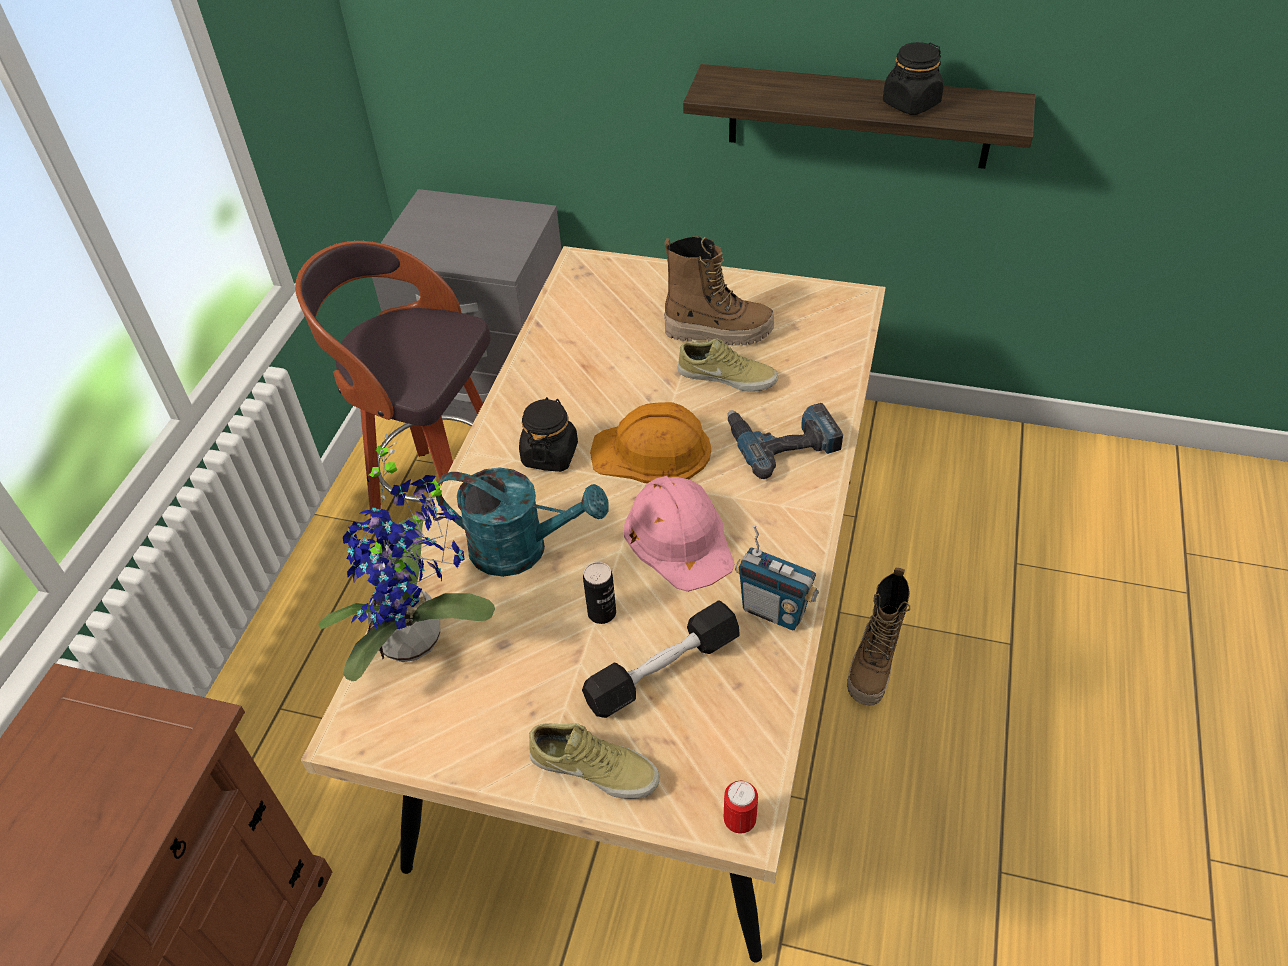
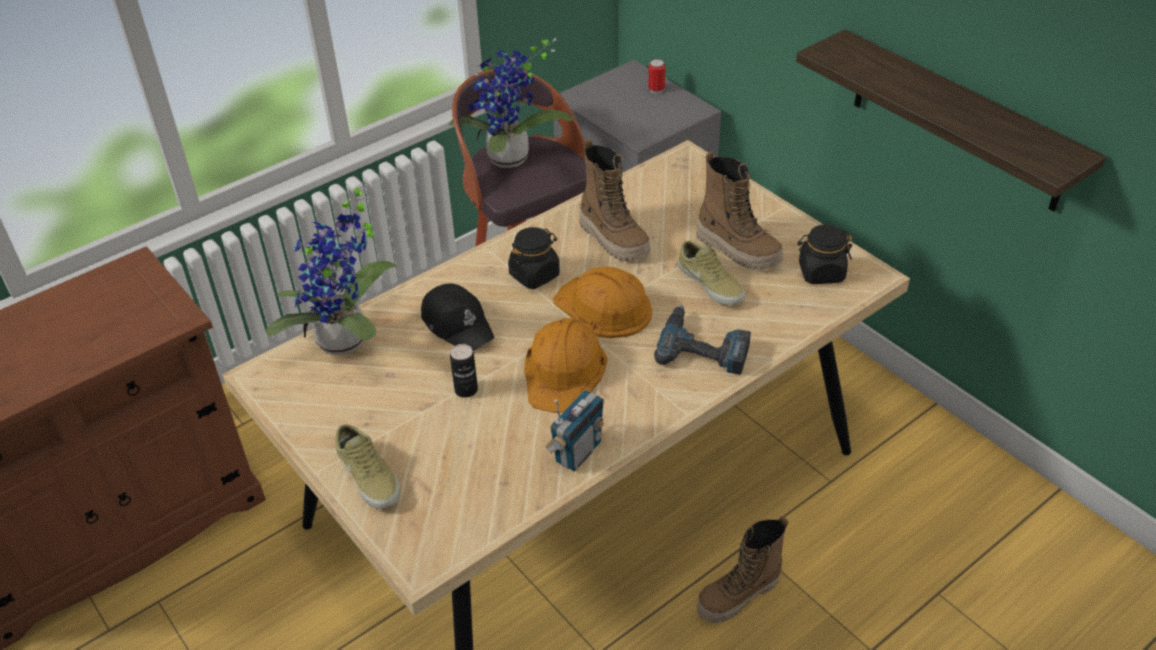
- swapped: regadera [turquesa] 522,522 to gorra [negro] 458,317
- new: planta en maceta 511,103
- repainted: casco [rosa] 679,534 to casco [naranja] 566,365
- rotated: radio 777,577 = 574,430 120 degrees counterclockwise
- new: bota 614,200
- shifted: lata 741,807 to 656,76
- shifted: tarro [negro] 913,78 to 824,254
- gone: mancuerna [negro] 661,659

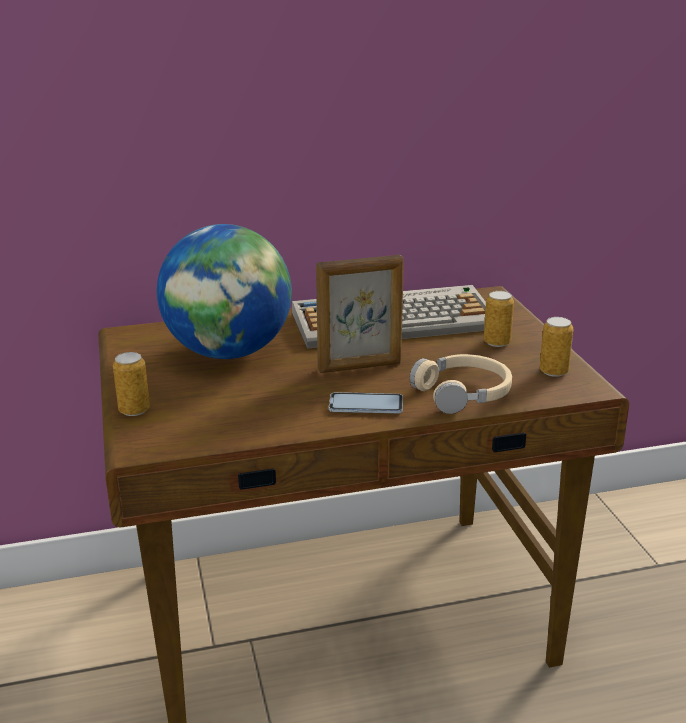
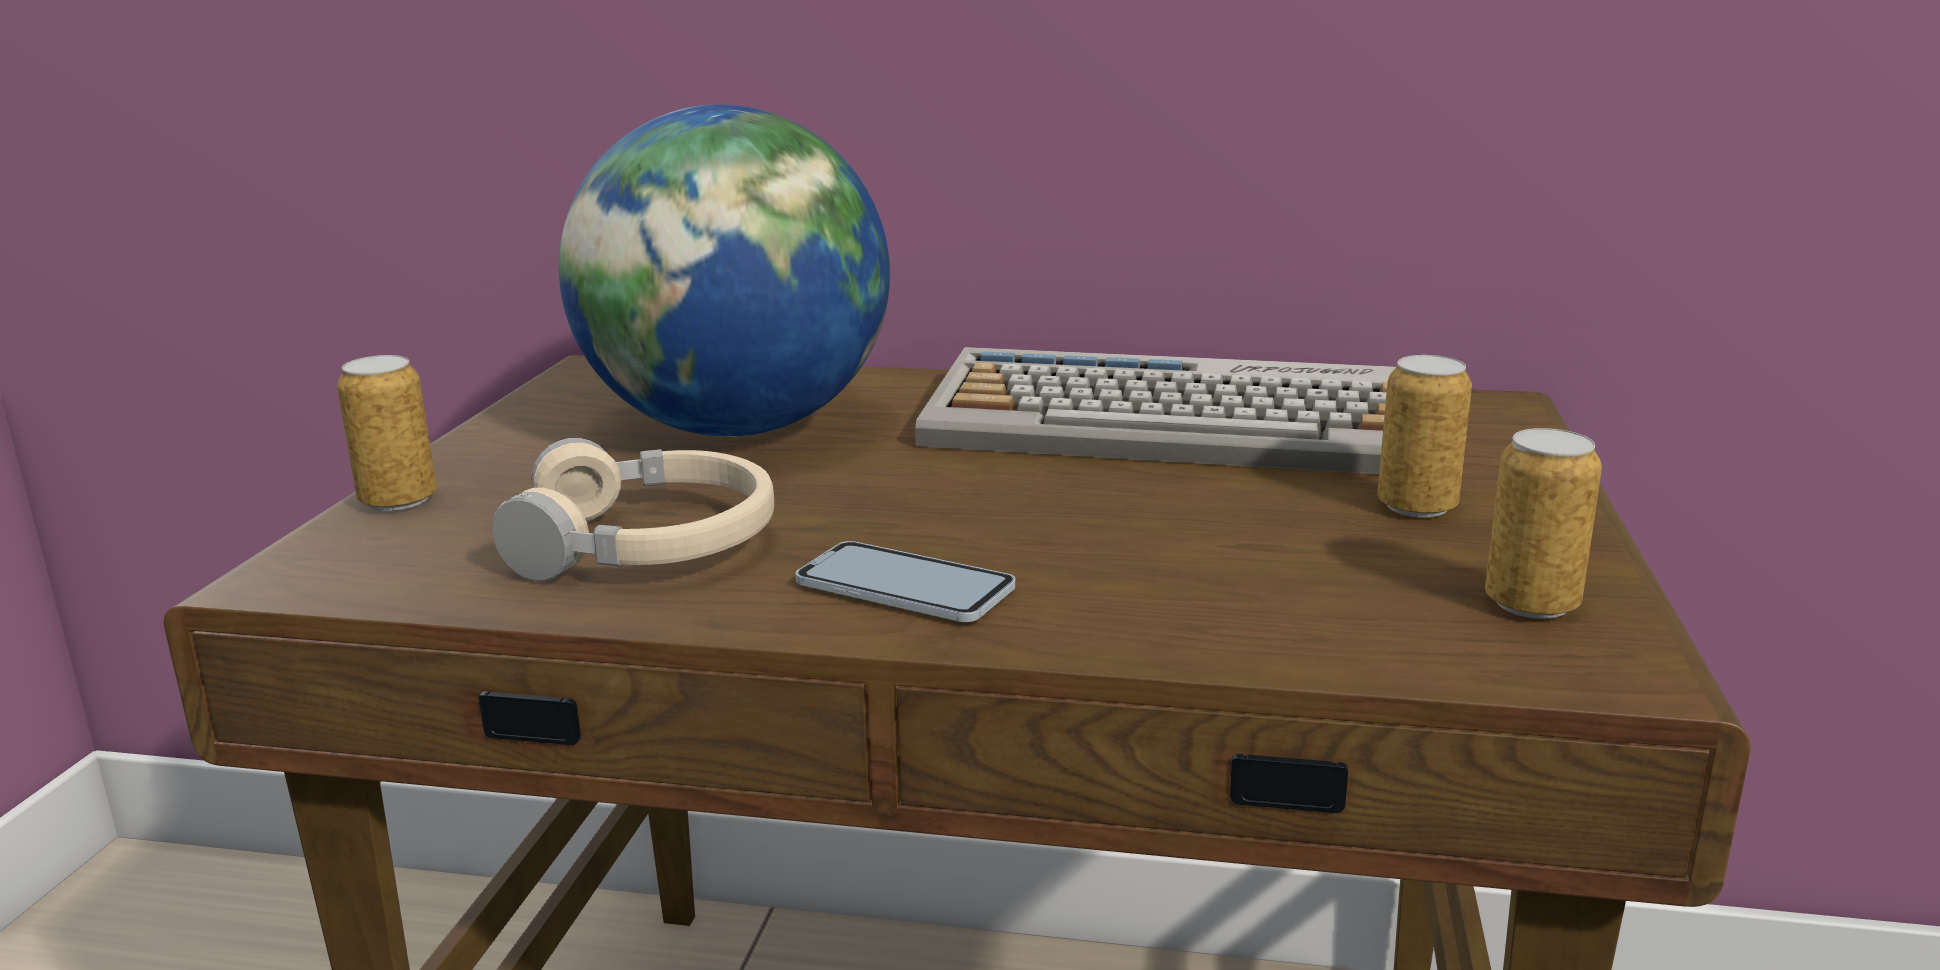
- shifted: auriculares [beis] 461,384 to 633,509
- gone: portarretratos 360,314

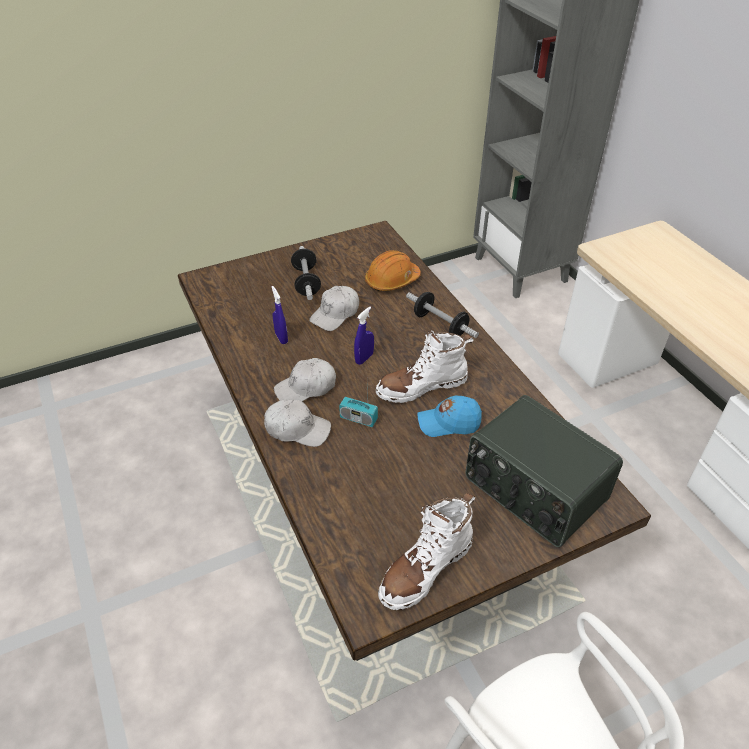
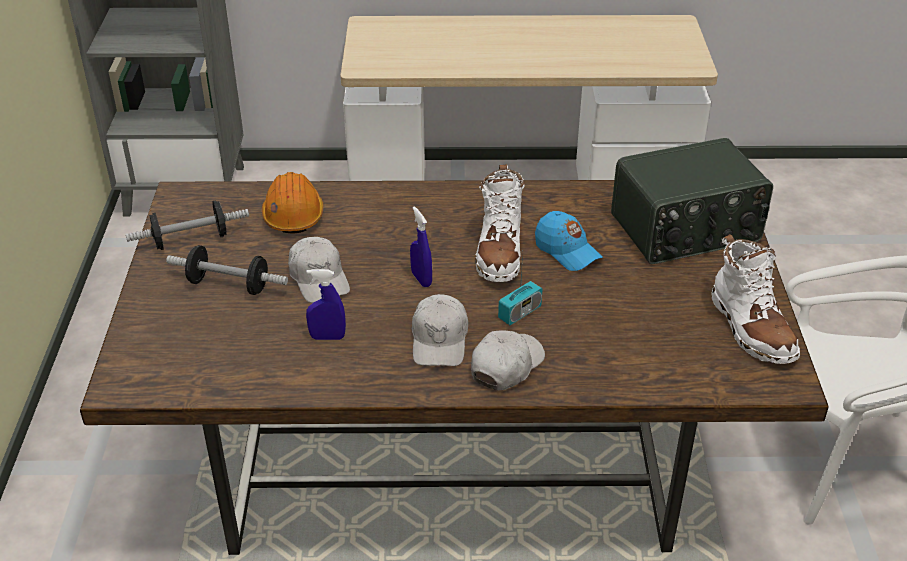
- shifted: mancuerna 442,315 to 187,225
- rotated: gorra [azul] 449,416 = 569,241 60 degrees counterclockwise

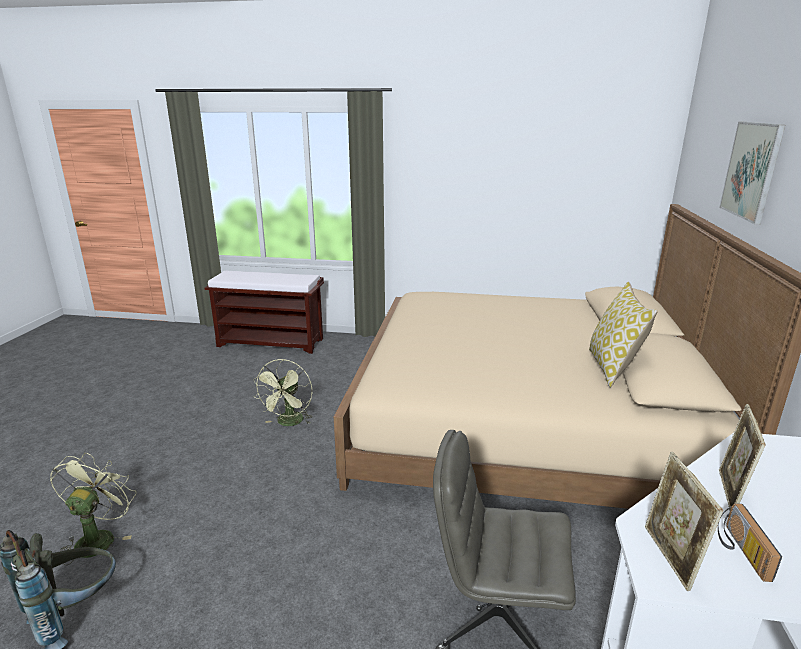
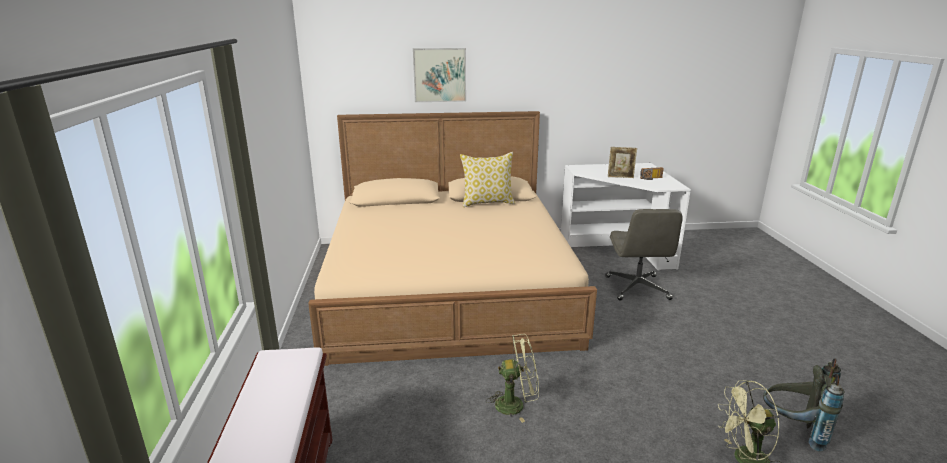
- gone: portarretratos 684,521

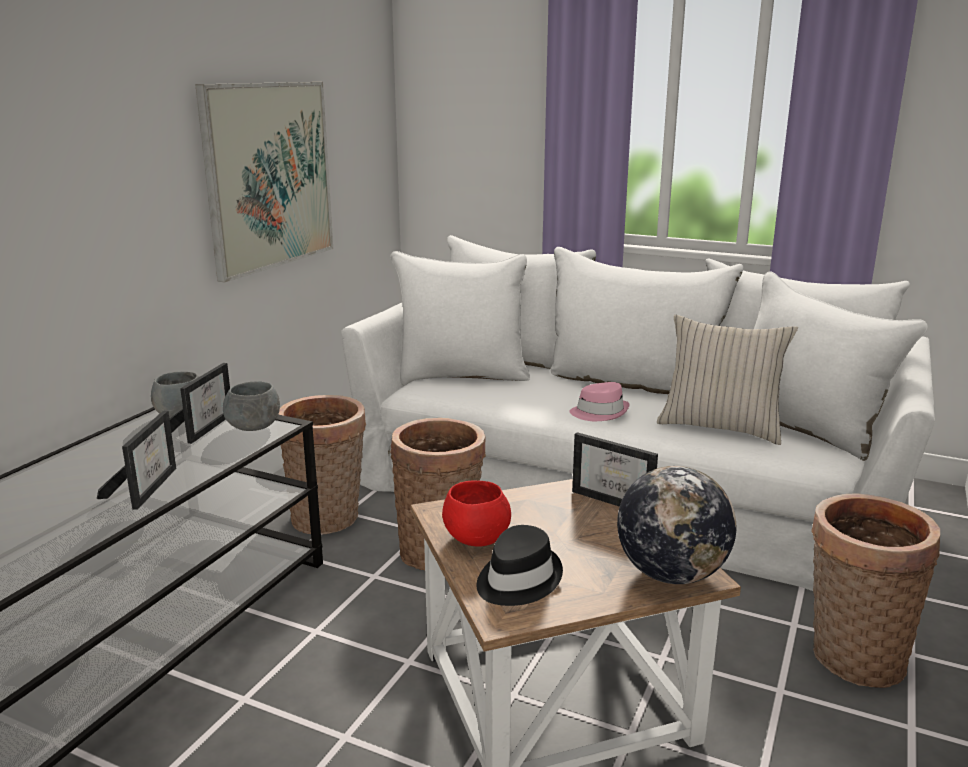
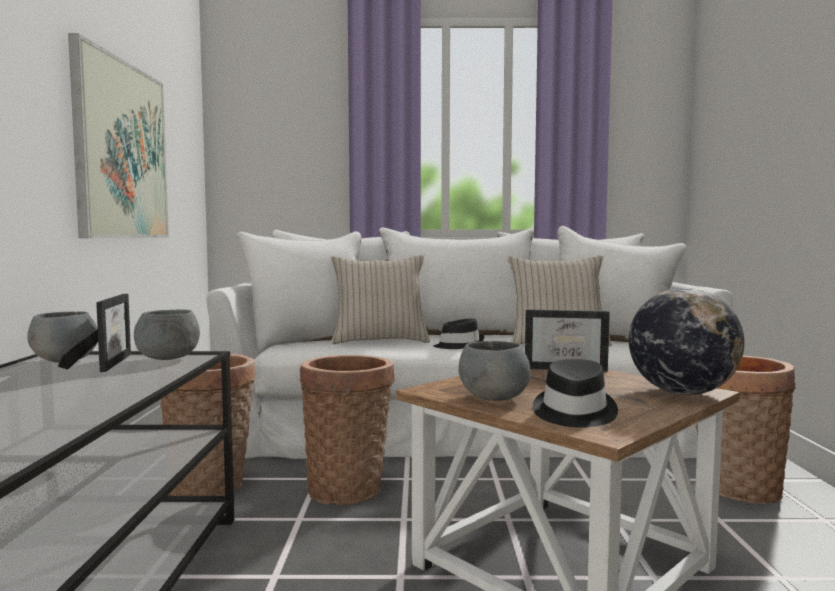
- new: cojín [beis] 380,299
- repainted: sombrero [rosa] 599,401 to sombrero [negro] 459,334
- repainted: cuenco [rojo] 476,513 to cuenco [gris] 495,371
- gone: portarretratos 136,460

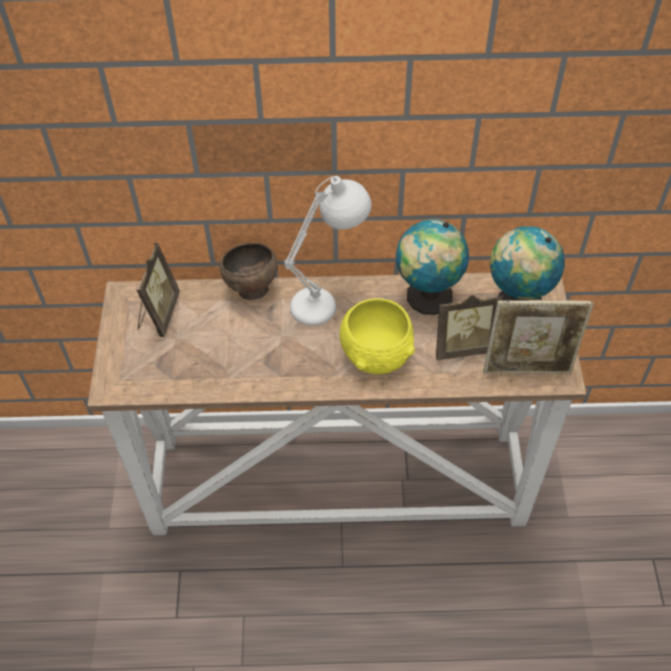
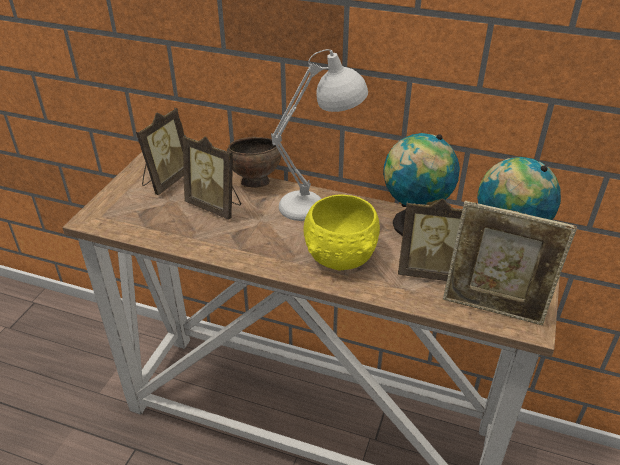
- new: portarretratos 212,177

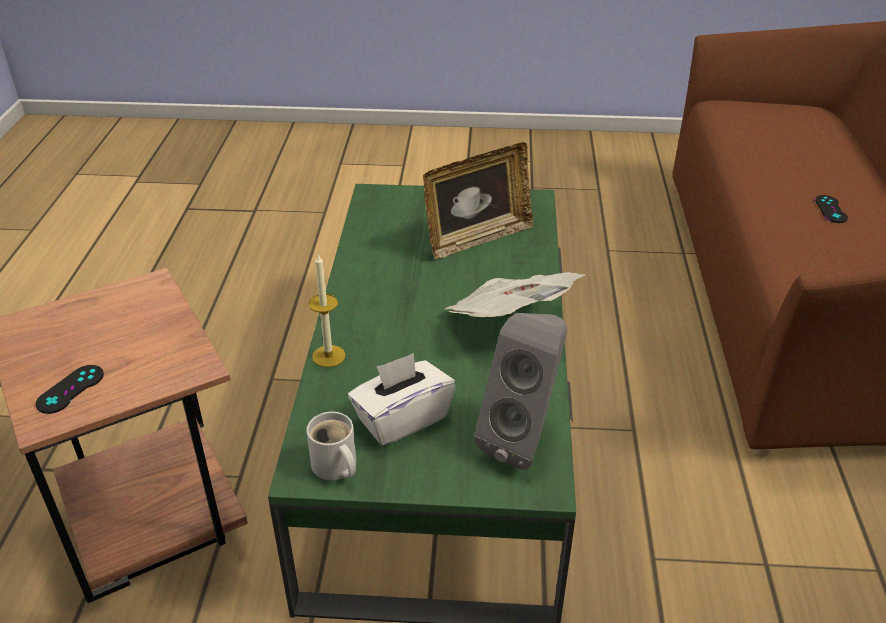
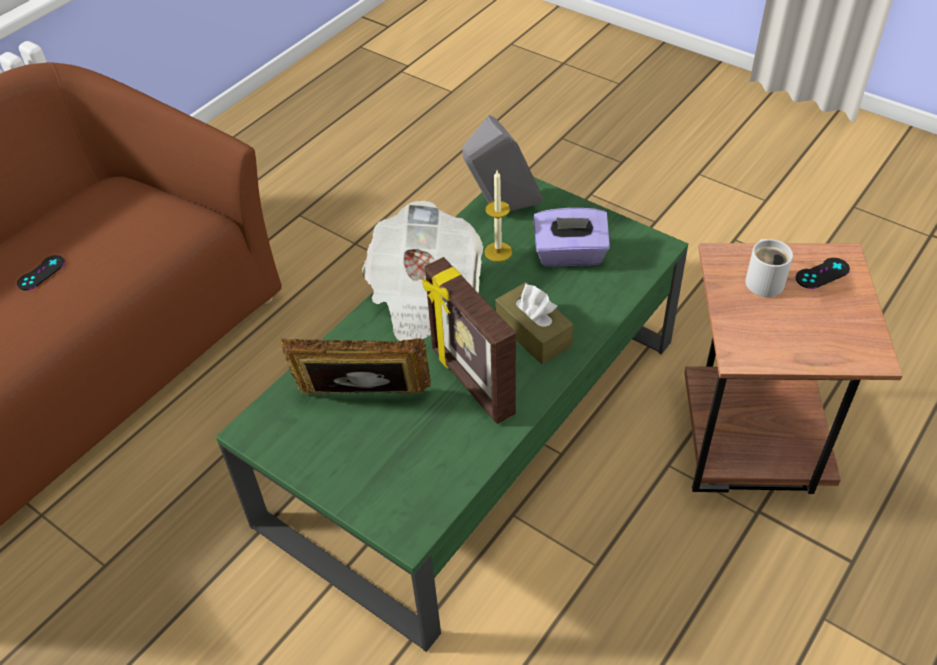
- new: portarretratos 469,340
- shifted: vela 326,311 to 498,216
- new: caja de pañuelos [marrón] 534,323
- repainted: caja de pañuelos [blanco] 402,399 to caja de pañuelos [morado] 571,237
- shifted: taza grande [blanco] 331,446 to 769,268

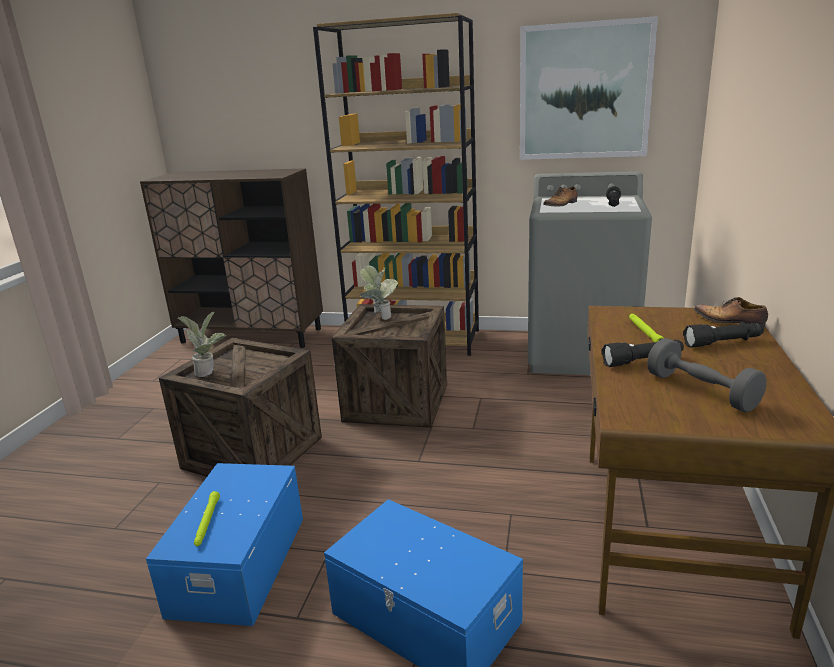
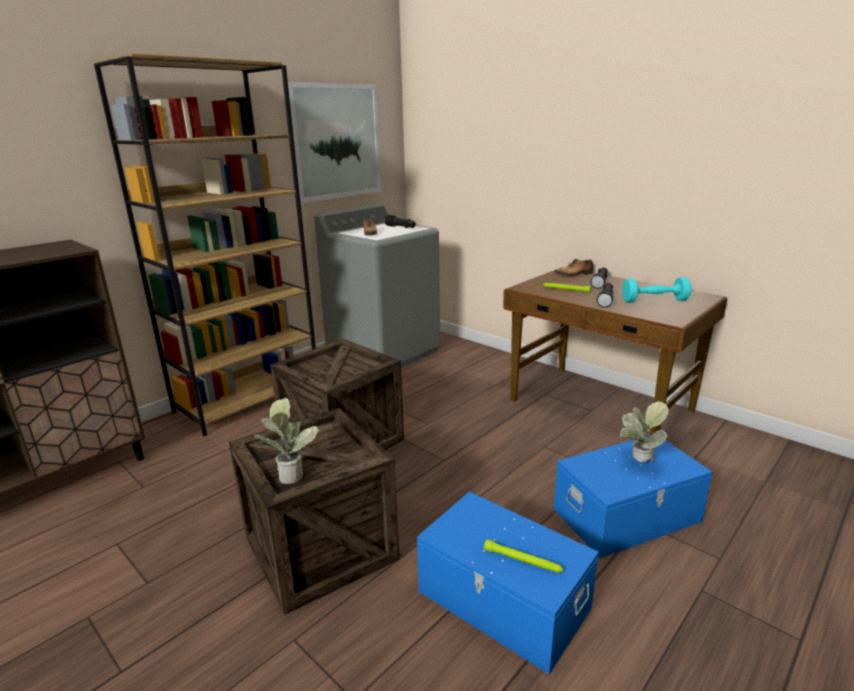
- shifted: planta en maceta 379,292 to 644,431
- repainted: mancuerna [gris] 707,375 to mancuerna [turquesa] 656,289

